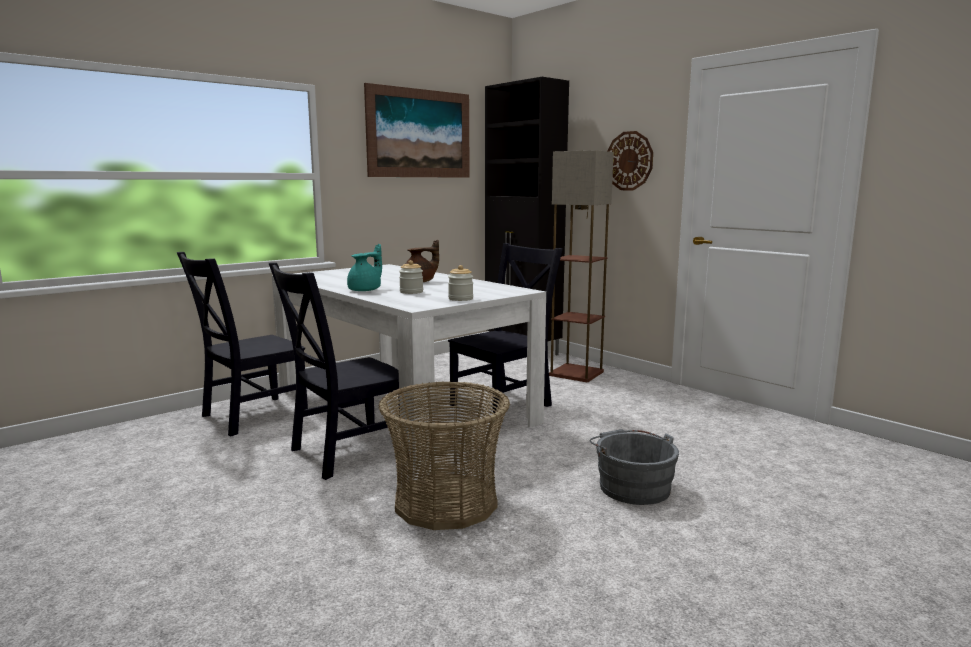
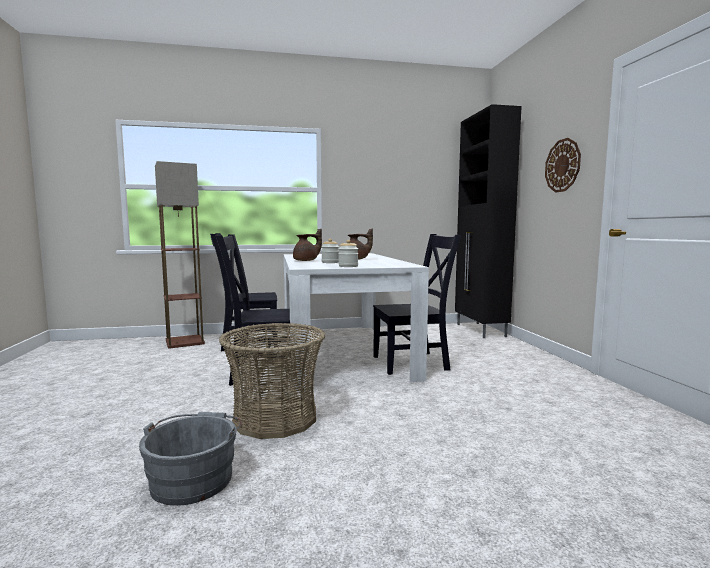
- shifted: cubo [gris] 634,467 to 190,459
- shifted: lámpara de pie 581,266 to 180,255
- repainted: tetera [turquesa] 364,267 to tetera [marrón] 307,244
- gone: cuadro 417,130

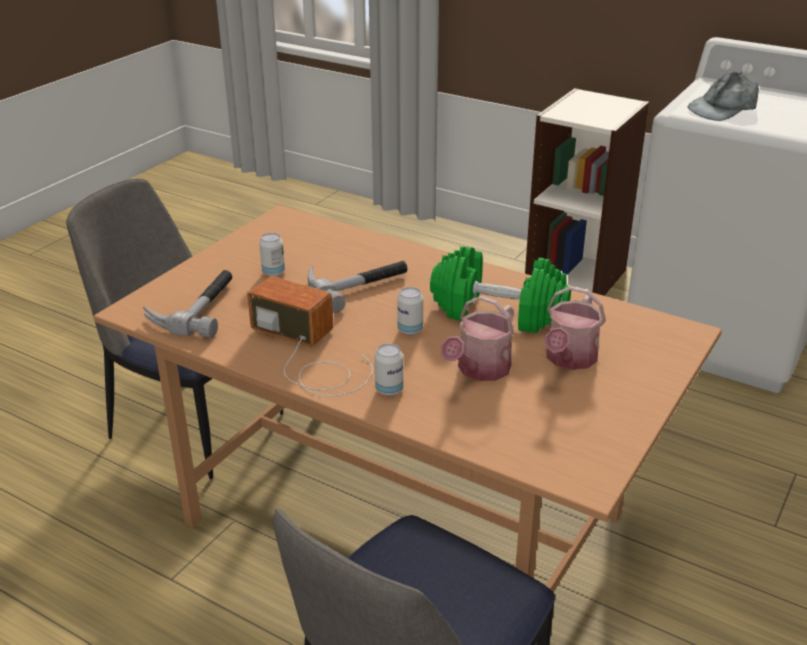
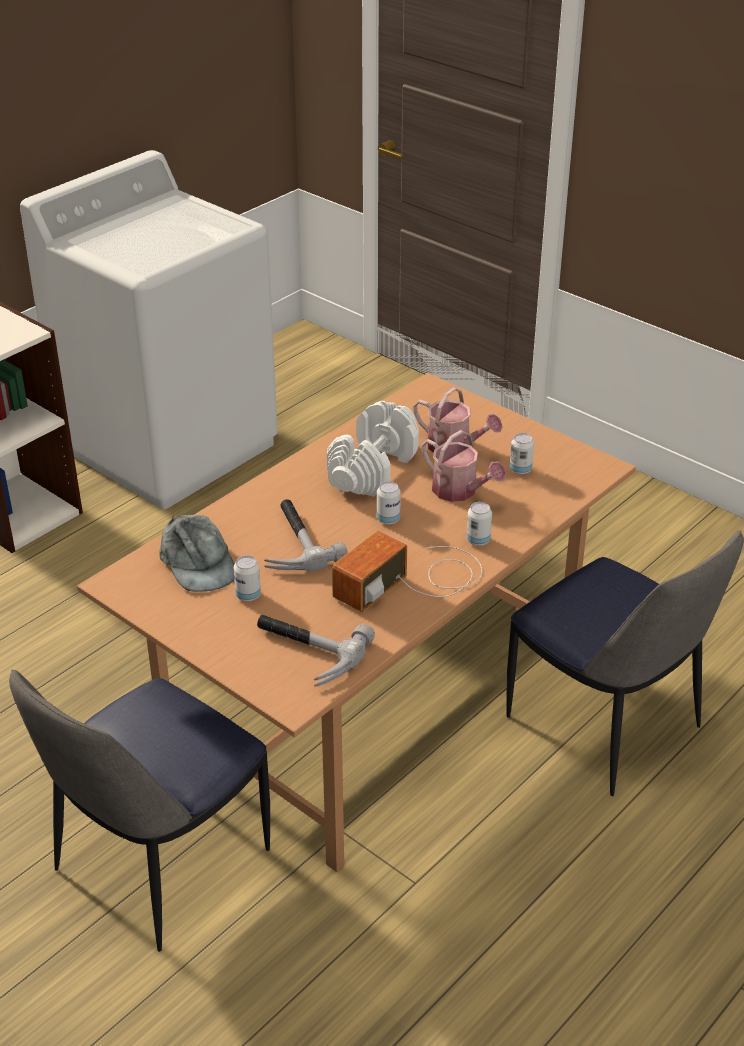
- shifted: gorra [gris] 723,96 to 197,553
- repainted: mancuerna [verde] 500,289 to mancuerna [blanco] 373,449
- new: lata 522,454

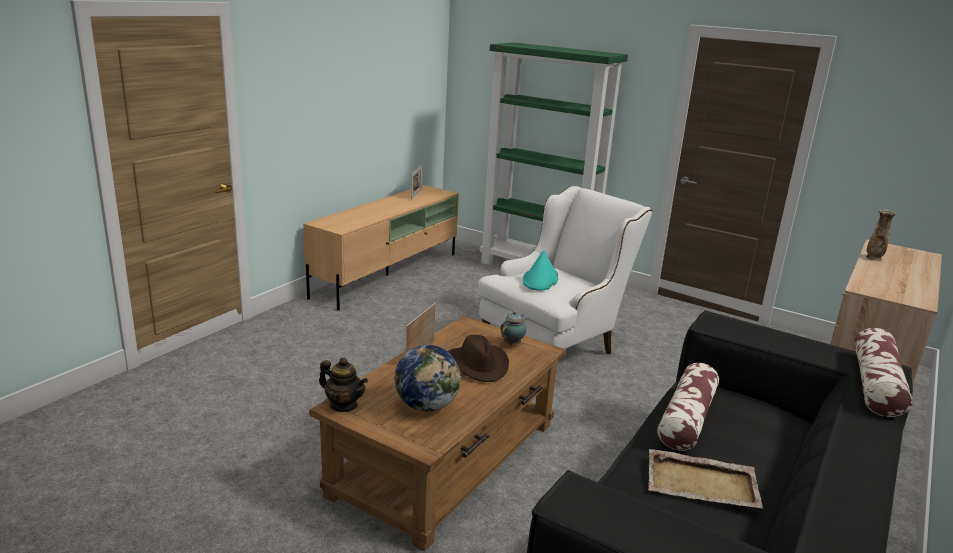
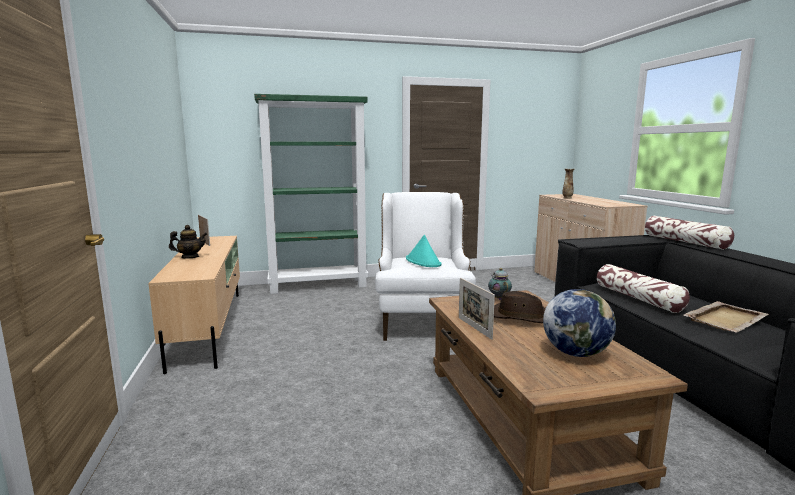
- shifted: tetera 343,384 to 188,242

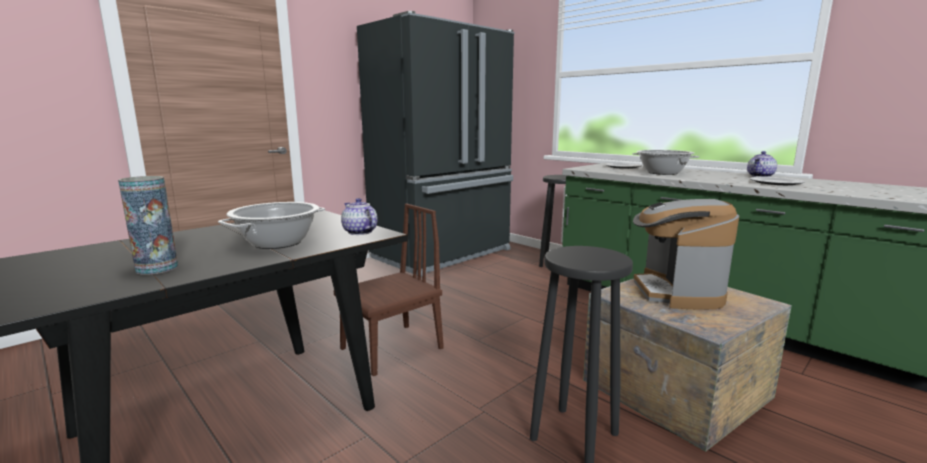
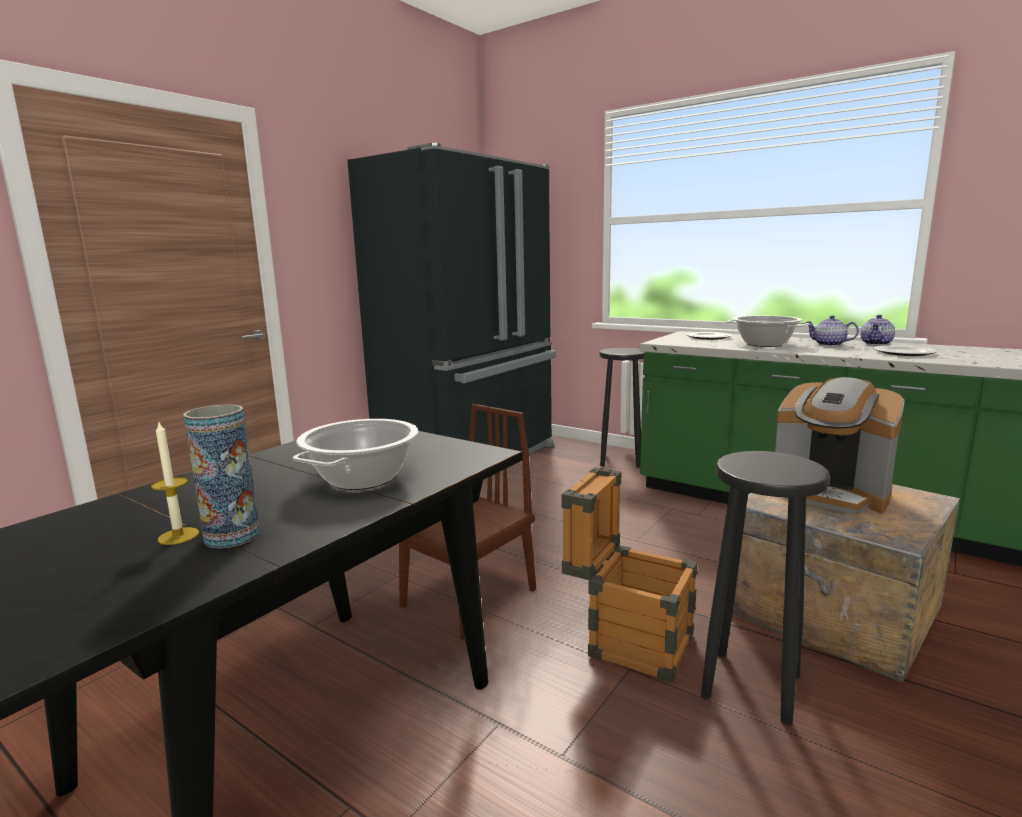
- new: vela 175,482
- new: caja de embalaje 629,575
- rotated: cafetera 686,254 = 839,446 45 degrees counterclockwise
- shifted: tetera 359,216 to 832,330

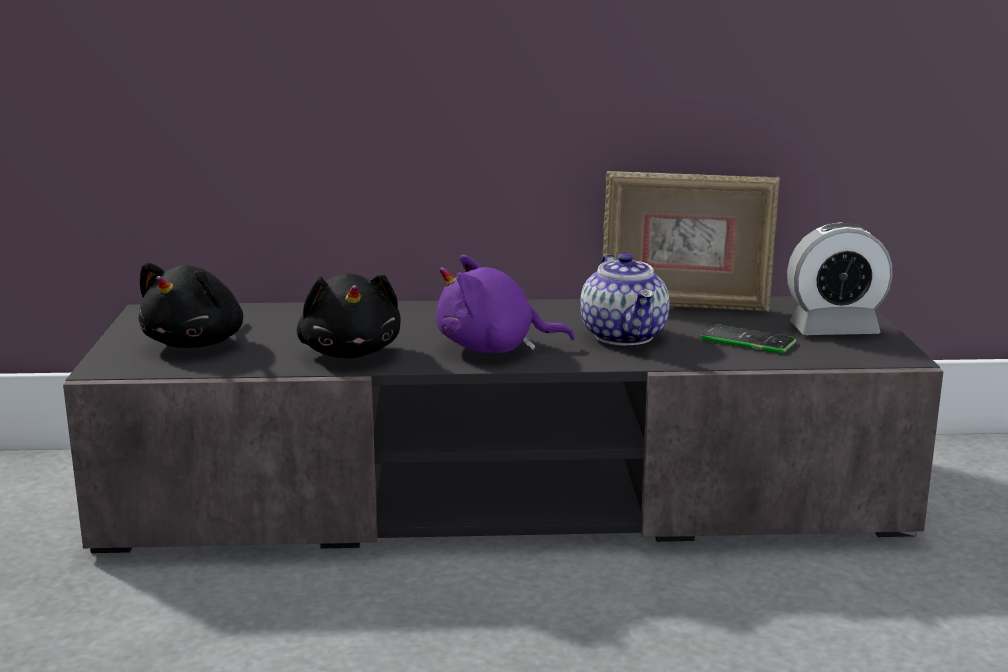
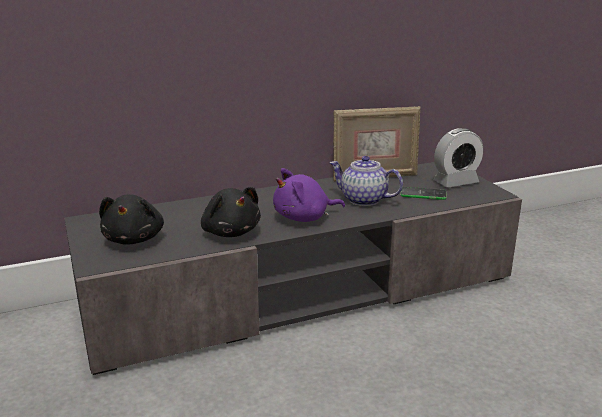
- rotated: tetera 625,298 = 366,181 150 degrees clockwise

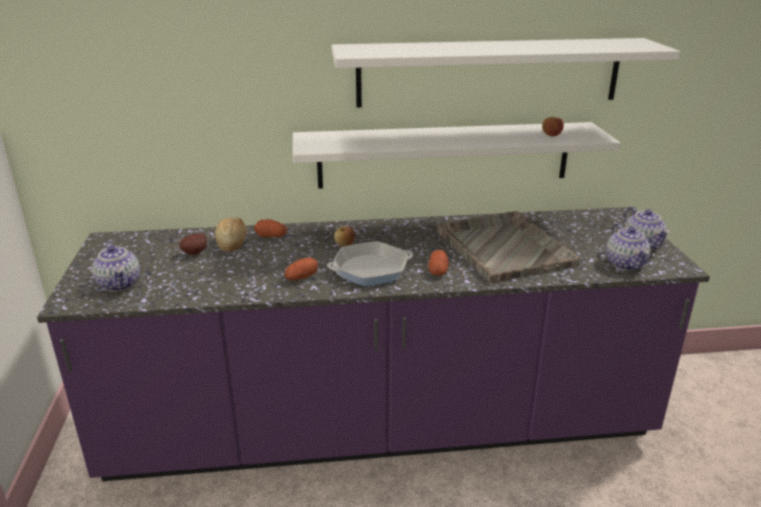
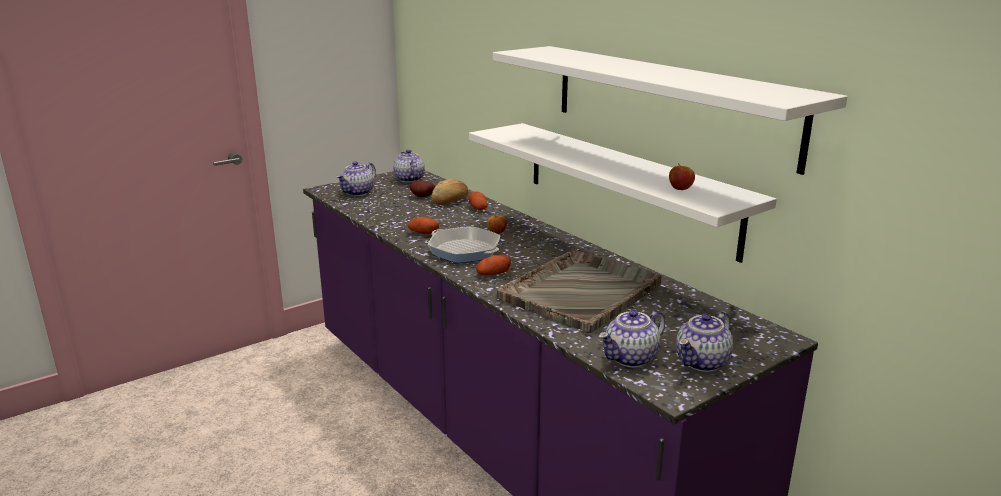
- new: tetera 409,166

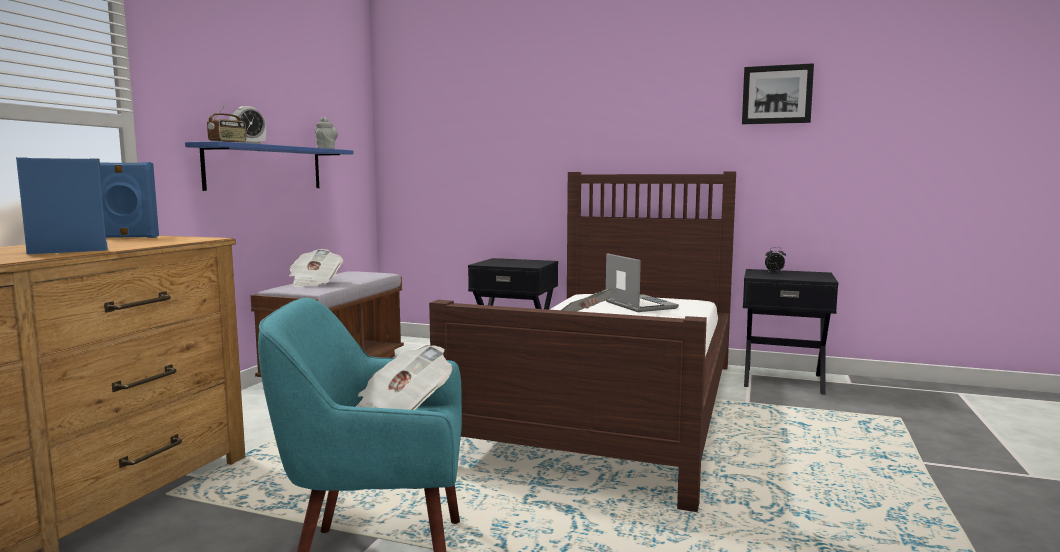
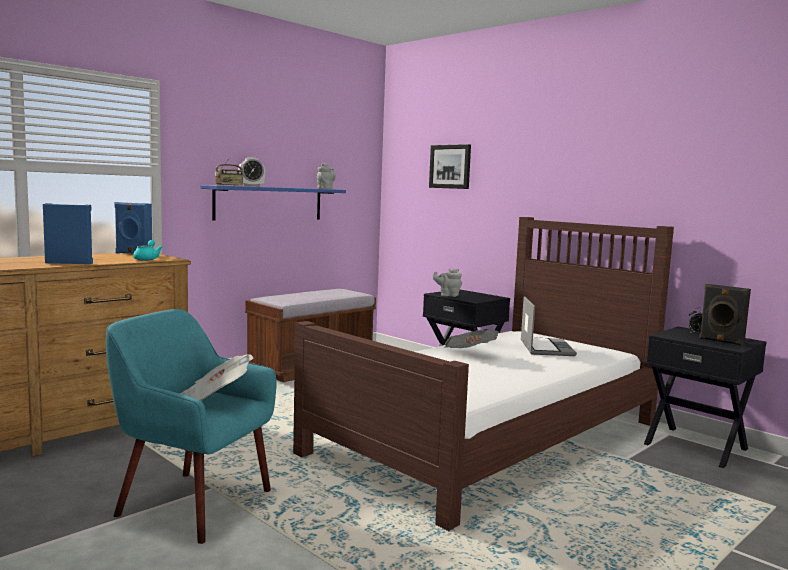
- new: tetera [turquesa] 148,250
- shifted: cuadro 778,93 to 450,166
- new: tetera [gris] 447,282
- new: altavoz [negro] 725,315
- gone: periódico 316,268

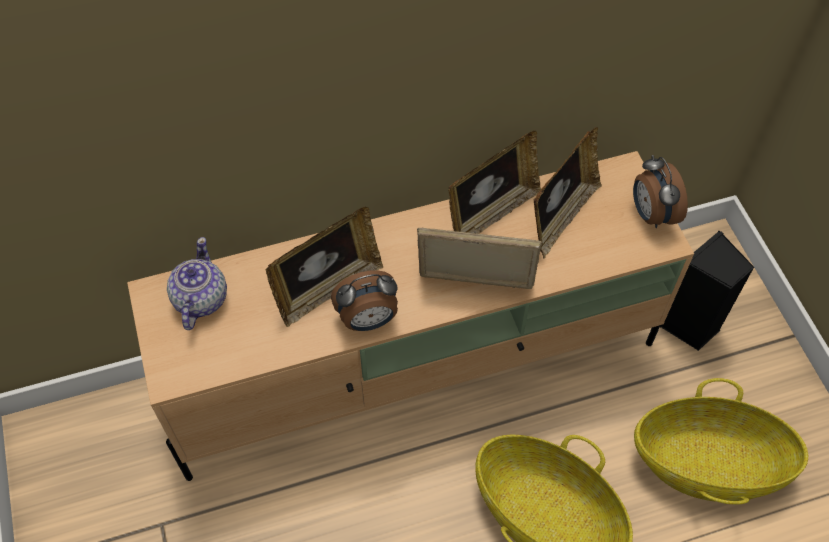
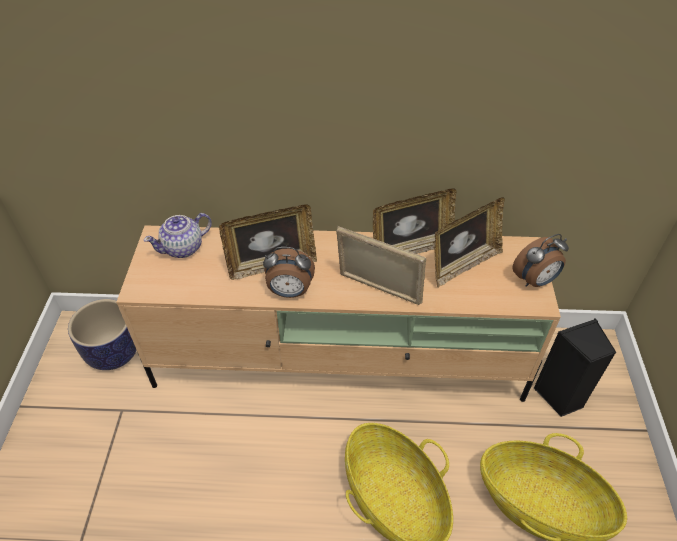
- new: maceta 102,334
- rotated: tetera 197,283 = 178,235 150 degrees counterclockwise
- rotated: despertador 660,191 = 540,260 120 degrees counterclockwise

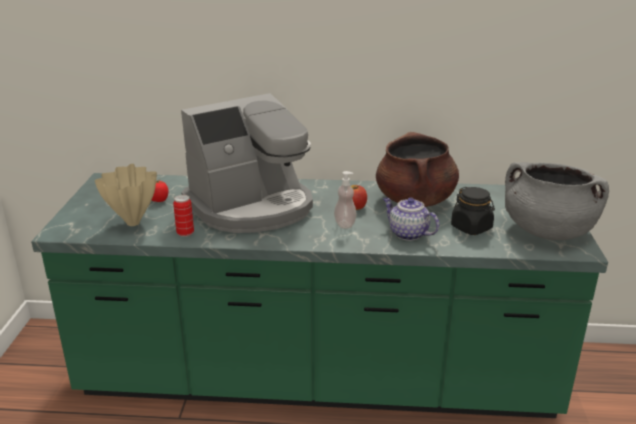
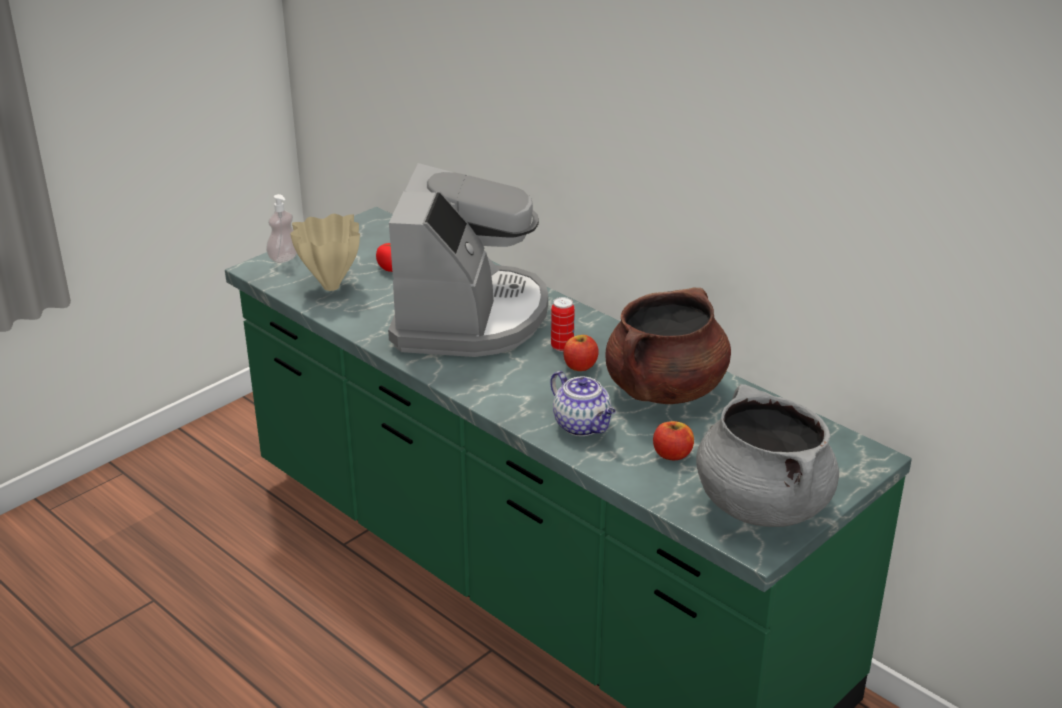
- shifted: dispensador de jabón 345,200 to 281,228
- rotated: cafetera 247,163 = 468,260 90 degrees counterclockwise
- rotated: tetera 411,219 = 583,403 150 degrees clockwise
- shifted: lata 183,216 to 563,324
- swapped: tarro [negro] 473,211 to manzana 673,440

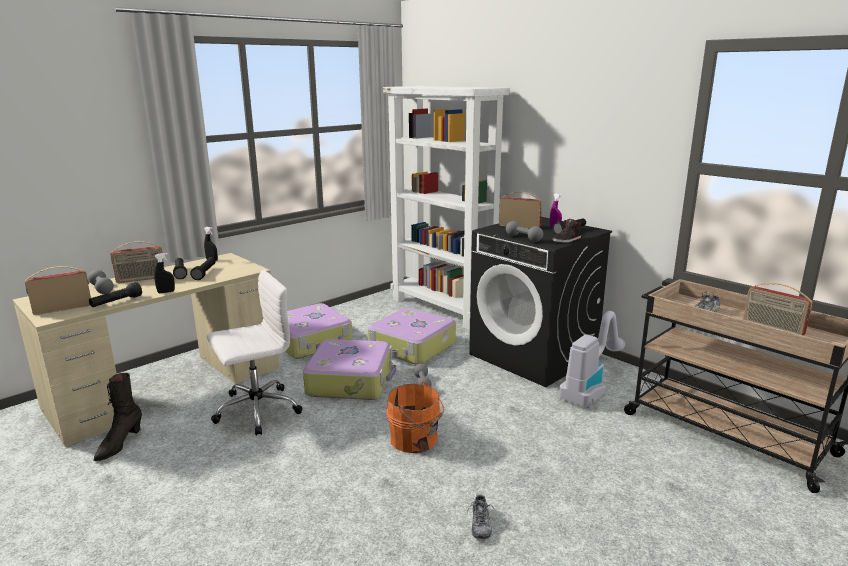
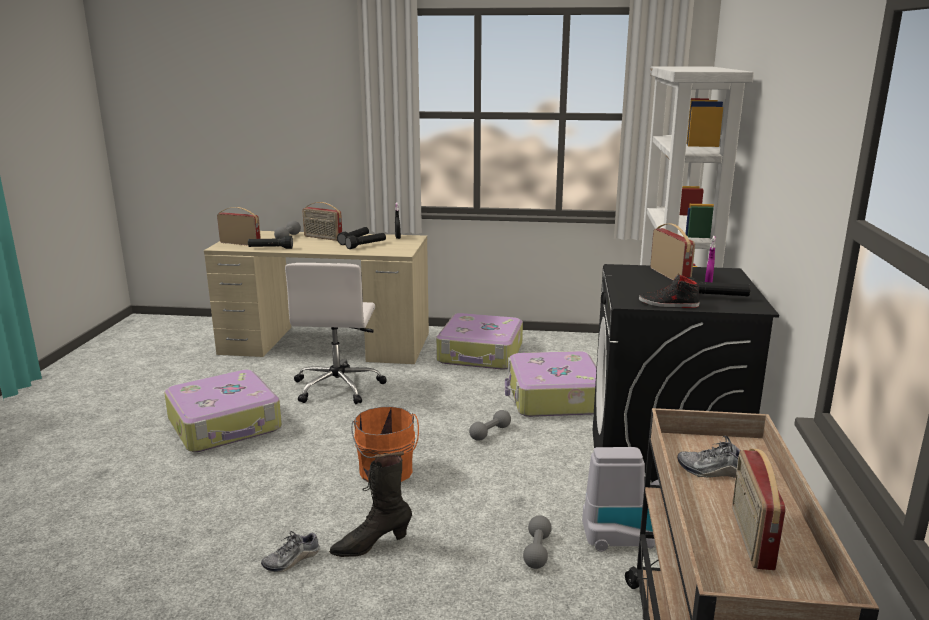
- shifted: maleta 349,369 to 223,411
- rotated: silla de oficina [blanco] 255,353 = 336,333 75 degrees clockwise
- shifted: bota [negro] 117,417 to 370,506
- shifted: mancuerna [gris] 524,231 to 537,542
- gone: pulverizador [negro] 164,273

